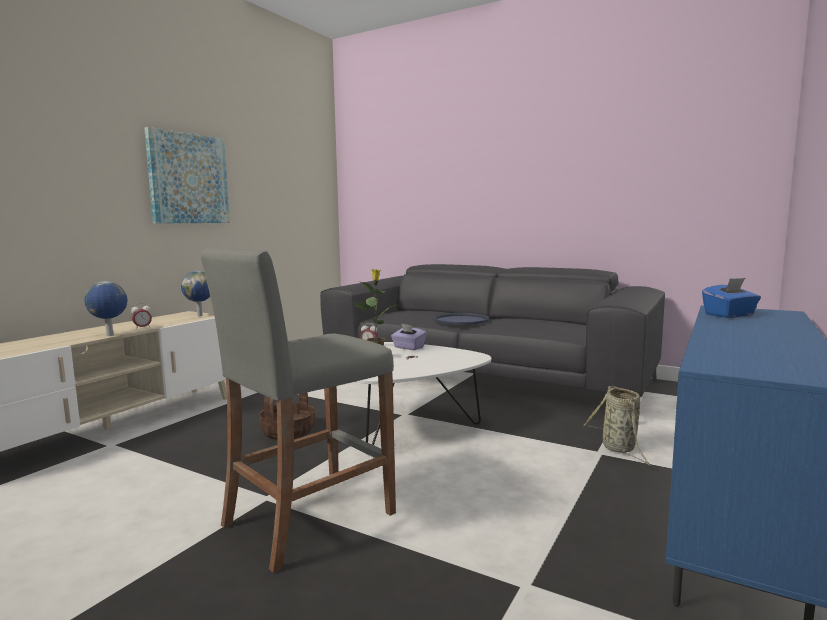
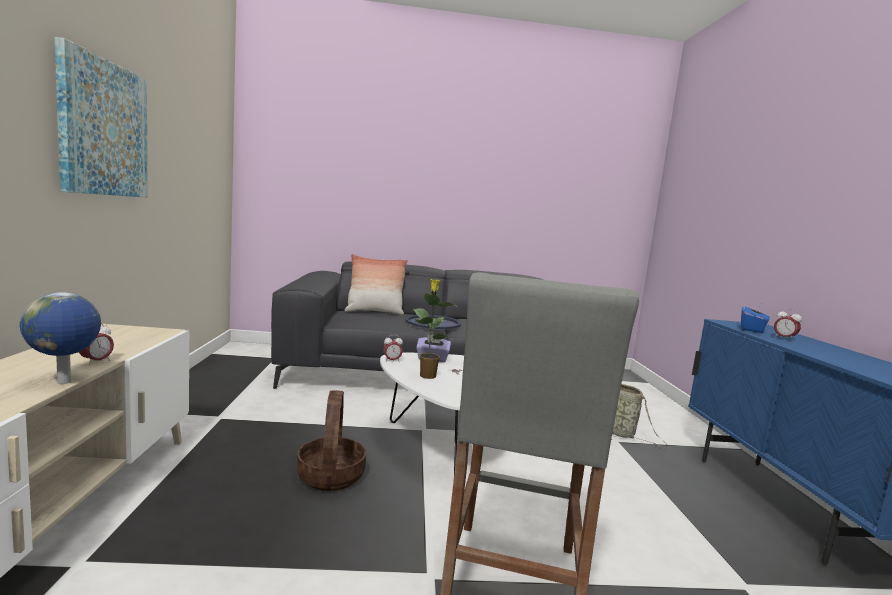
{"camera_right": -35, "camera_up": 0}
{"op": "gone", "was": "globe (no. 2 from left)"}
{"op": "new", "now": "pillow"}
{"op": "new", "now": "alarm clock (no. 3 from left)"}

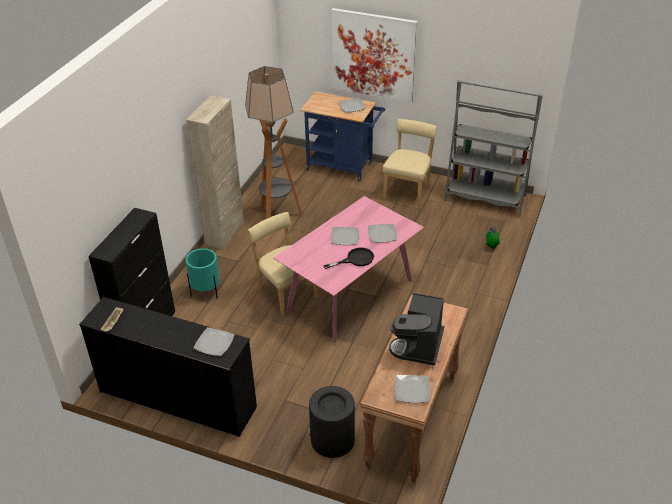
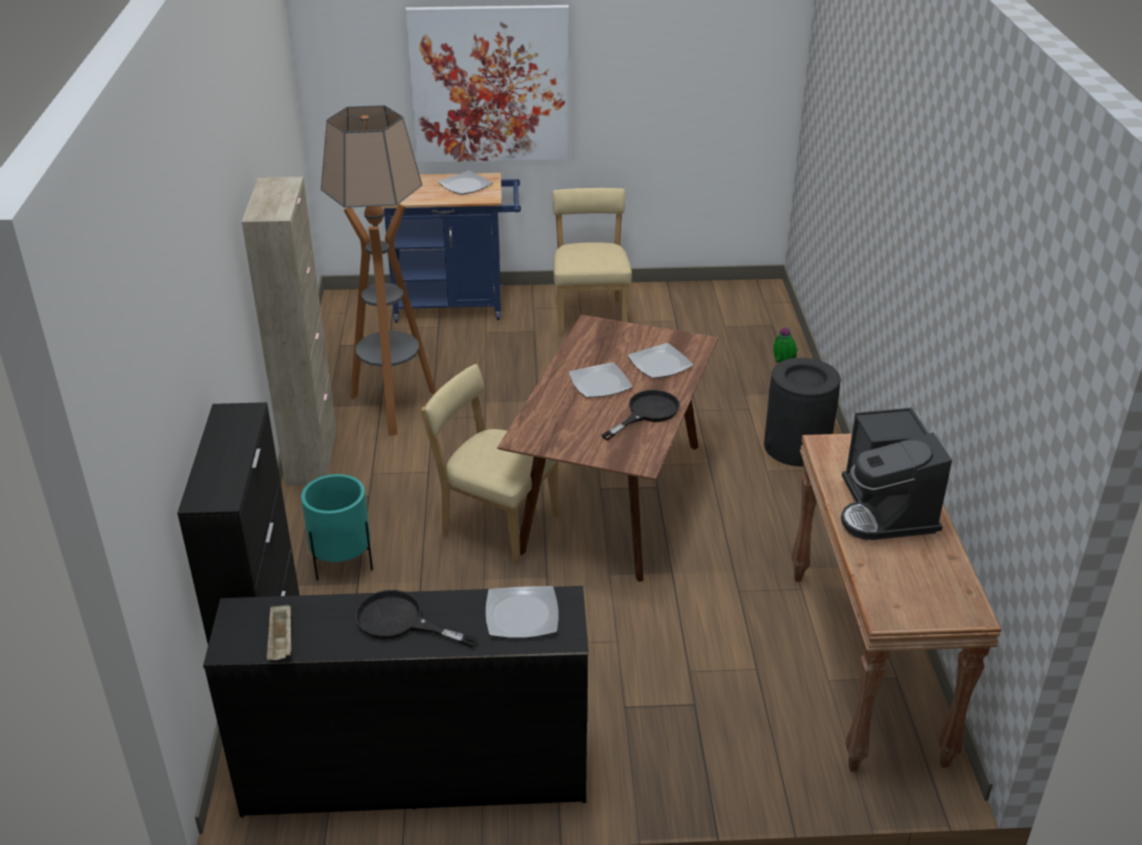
{"camera_right": -25, "camera_up": -5}
{"op": "repainted", "was": "pink dining table", "now": "brown dining table"}
{"op": "shifted", "was": "black trash can"}
{"op": "gone", "was": "plate (no. 5 from left)"}
{"op": "gone", "was": "grey bookcase"}
{"op": "new", "now": "black frying pan (no. 1 from left)"}

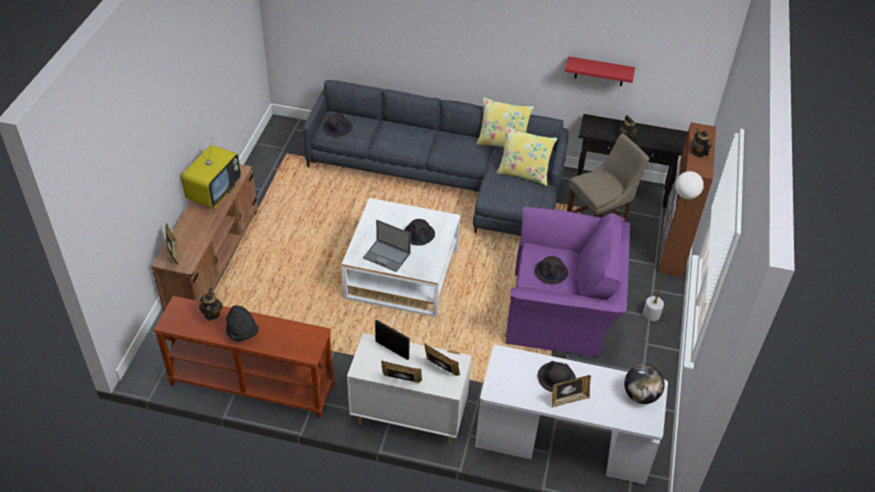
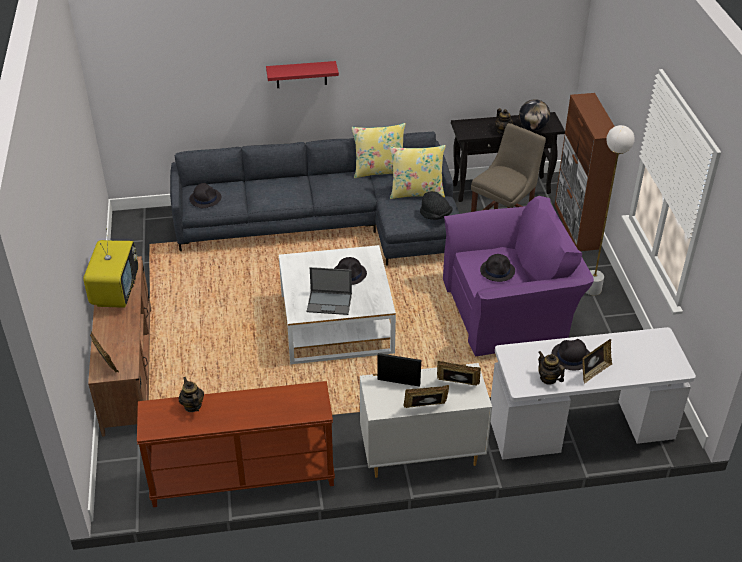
{"camera_right": -20, "camera_up": -5}
{"op": "shifted", "was": "black hat (no. 1 from left in the first image)", "now": "black hat (no. 3 from left)"}
{"op": "shifted", "was": "red shelf"}
{"op": "shifted", "was": "globe"}
{"op": "shifted", "was": "teapot (no. 3 from left)"}

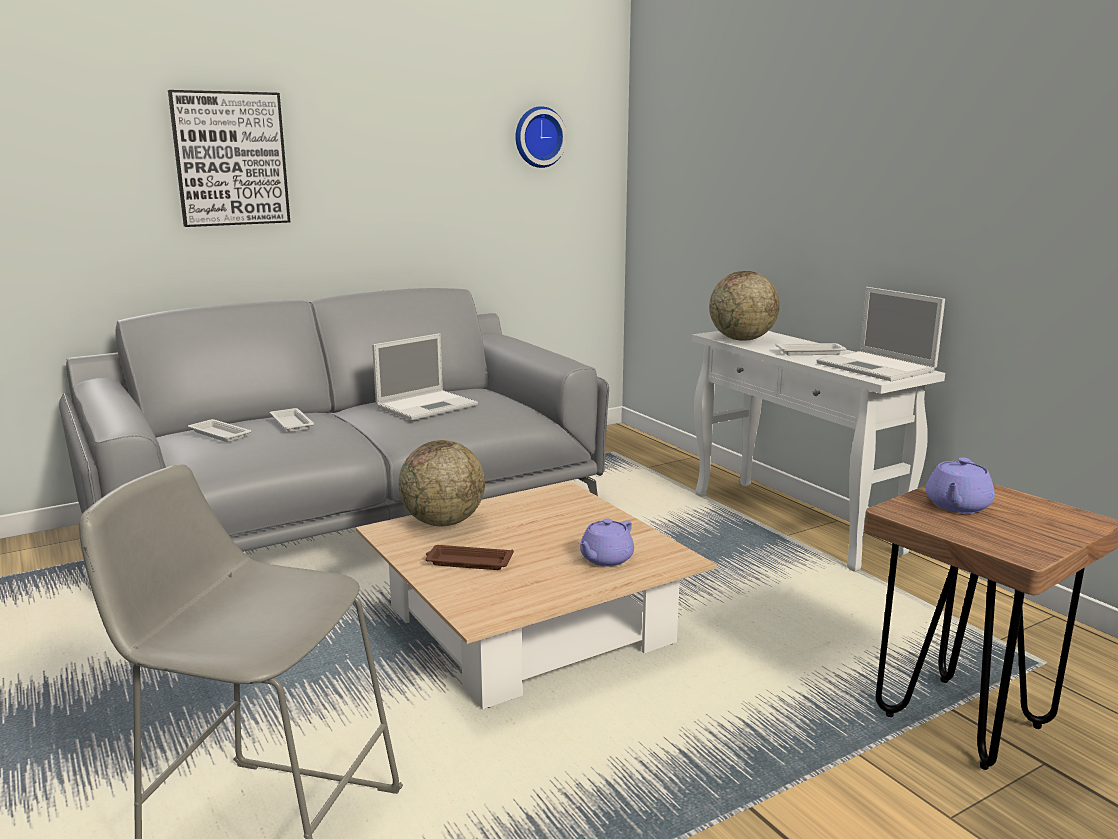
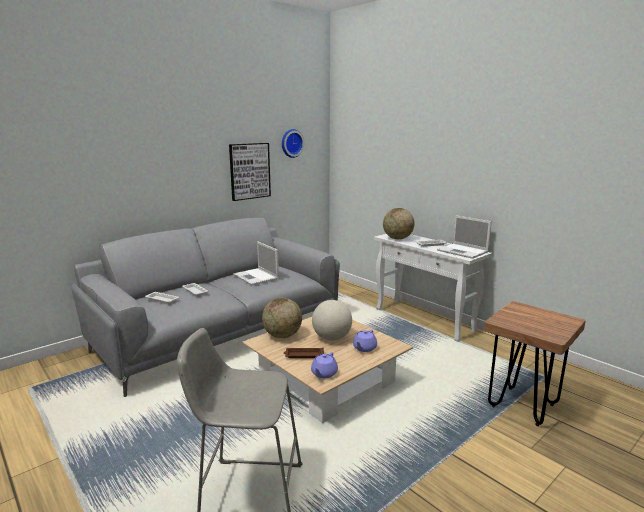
{"camera_right": -10, "camera_up": 0}
{"op": "shifted", "was": "picture"}
{"op": "rotated", "was": "laptop (no. 1 from left)", "clockwise": 105}
{"op": "shifted", "was": "purple teapot (no. 2 from left in the first image)", "now": "purple teapot (no. 1 from left)"}
{"op": "new", "now": "globe (no. 2 from left)"}

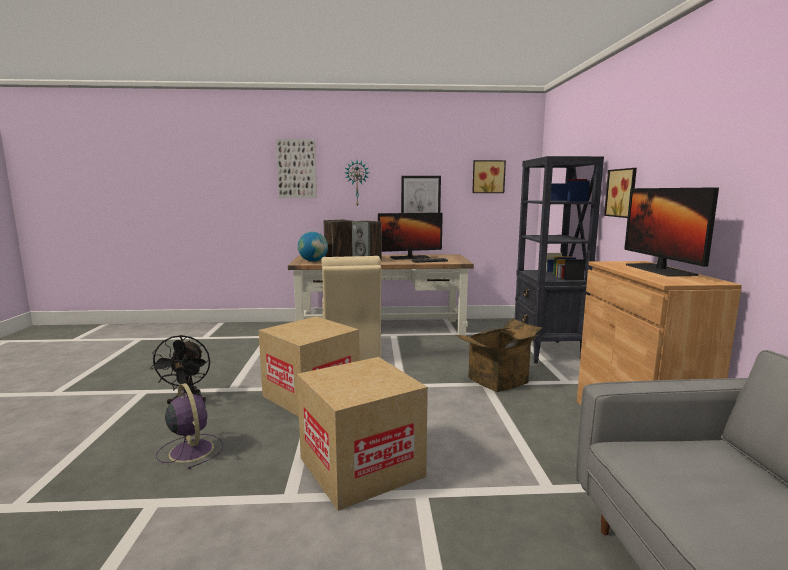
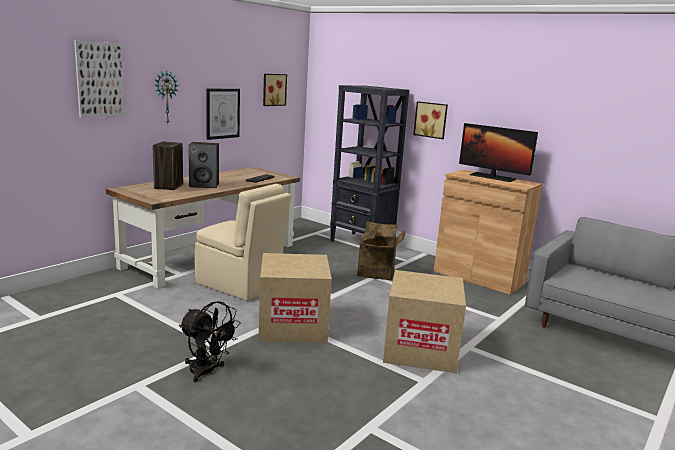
{"camera_right": -50, "camera_up": 5}
{"op": "gone", "was": "purple fan"}
{"op": "gone", "was": "globe"}
{"op": "gone", "was": "monitor (no. 1 from left)"}

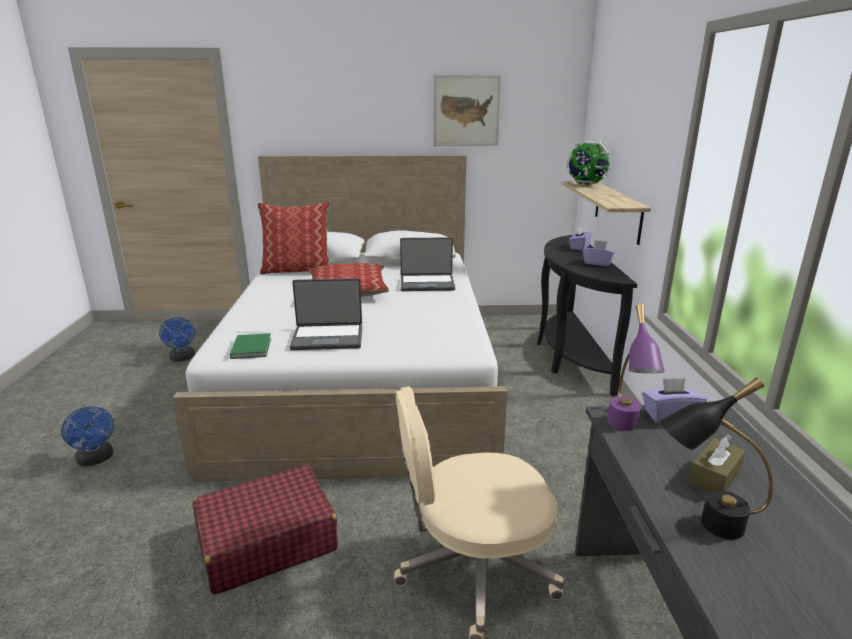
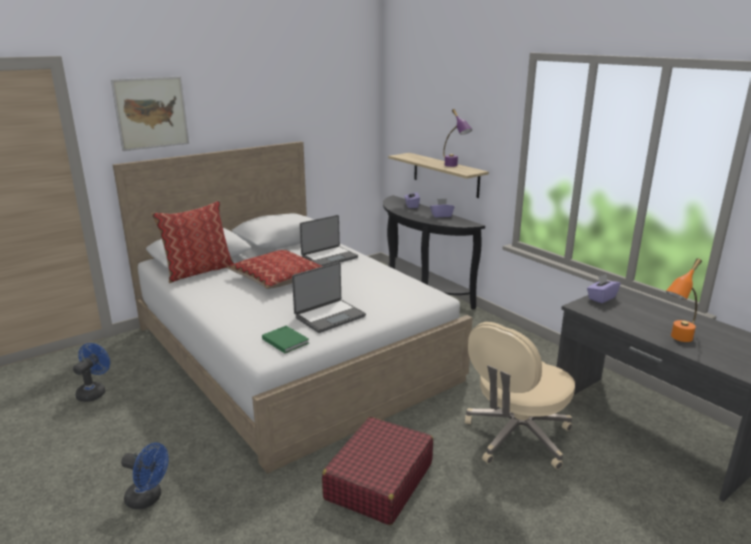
{"camera_right": -35, "camera_up": 0}
{"op": "rotated", "was": "blue fan (no. 2 from left in the first image)", "clockwise": -105}
{"op": "shifted", "was": "picture"}
{"op": "gone", "was": "globe"}
{"op": "shifted", "was": "purple table lamp"}
{"op": "repainted", "was": "black table lamp", "now": "orange table lamp"}
{"op": "gone", "was": "brown tissue box"}

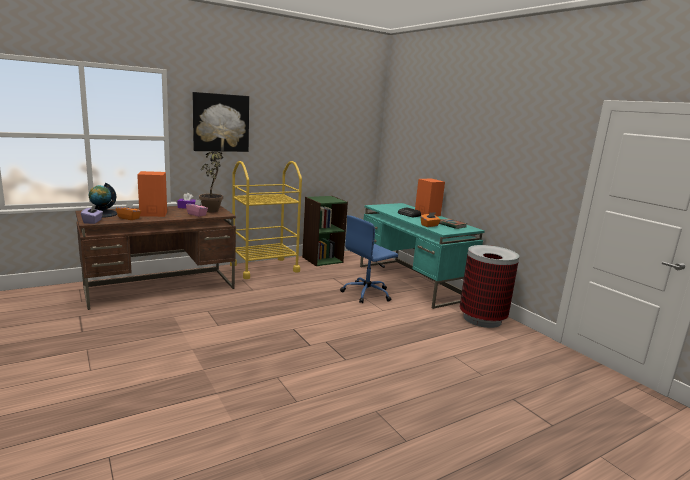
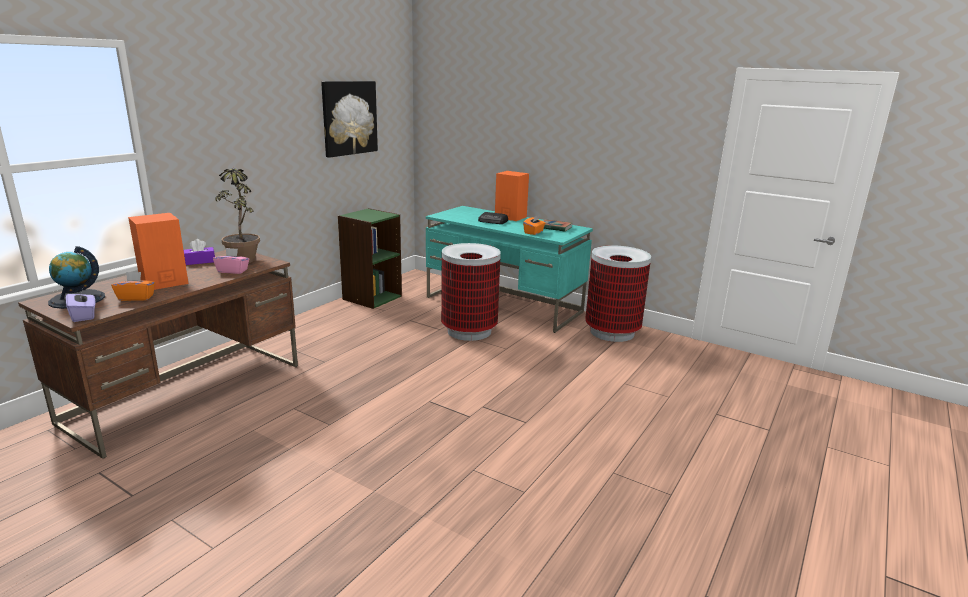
{"camera_right": -25, "camera_up": 5}
{"op": "shifted", "was": "picture"}
{"op": "gone", "was": "yellow cart"}
{"op": "swapped", "was": "blue office chair", "now": "trash can (no. 1 from left)"}

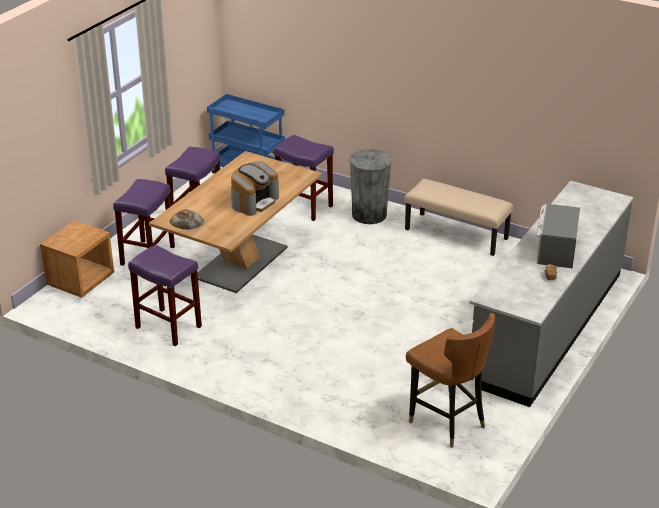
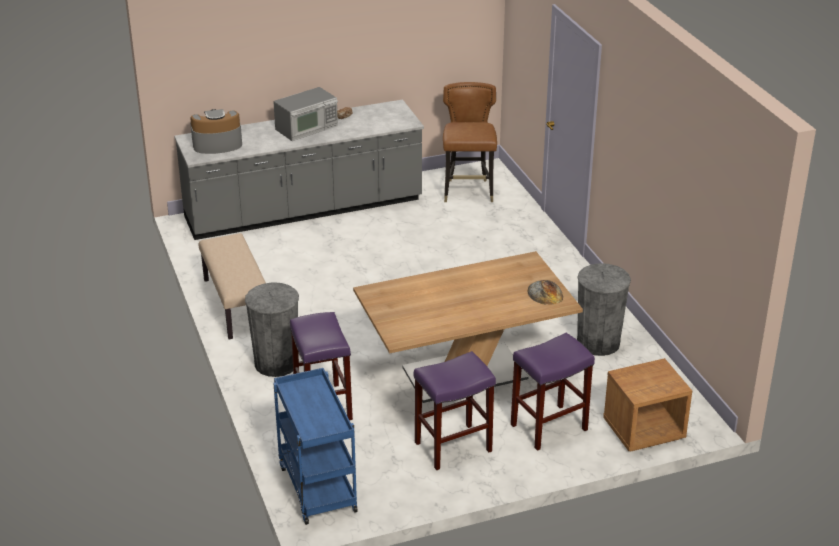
{"camera_right": -140, "camera_up": 0}
{"op": "swapped", "was": "purple stool (no. 2 from left)", "now": "grey trash can (no. 2 from left)"}
{"op": "shifted", "was": "coffee machine"}

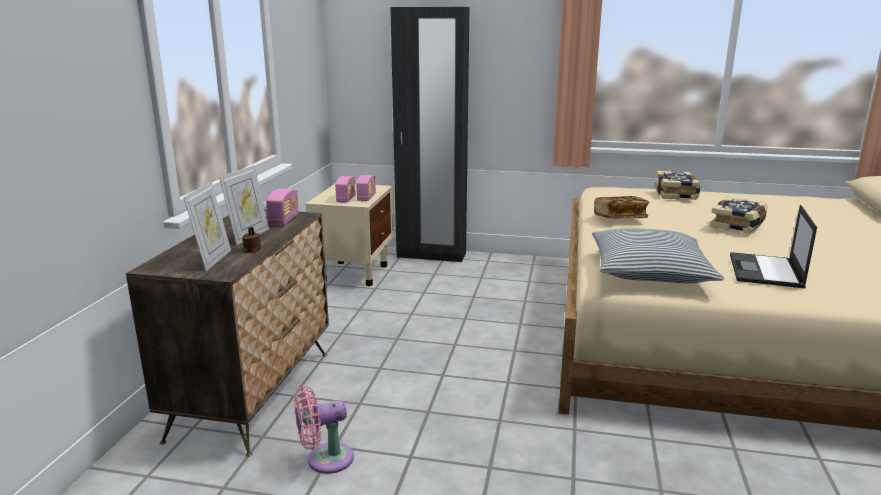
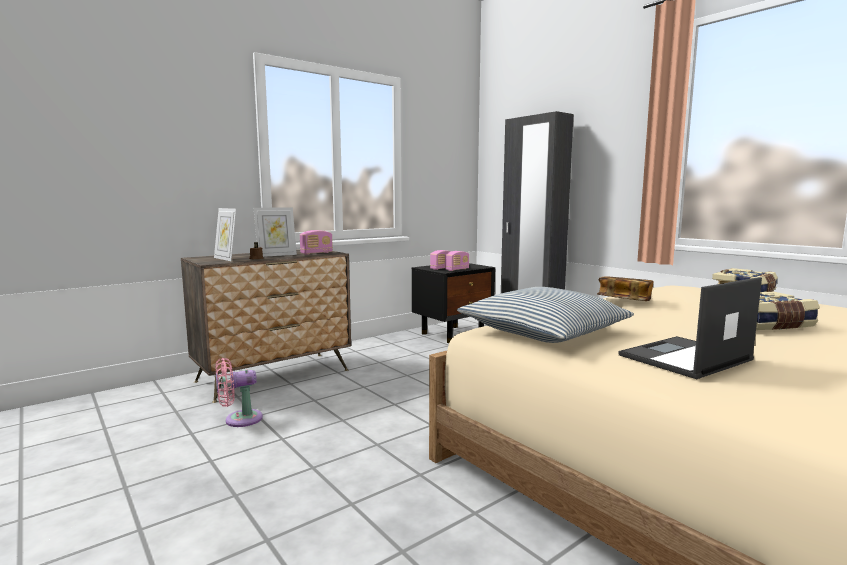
{"camera_right": 40, "camera_up": -10}
{"op": "rotated", "was": "picture frame (no. 1 from left)", "clockwise": 90}
{"op": "rotated", "was": "pink fan", "clockwise": -45}
{"op": "repainted", "was": "beige nightstand", "now": "black nightstand"}

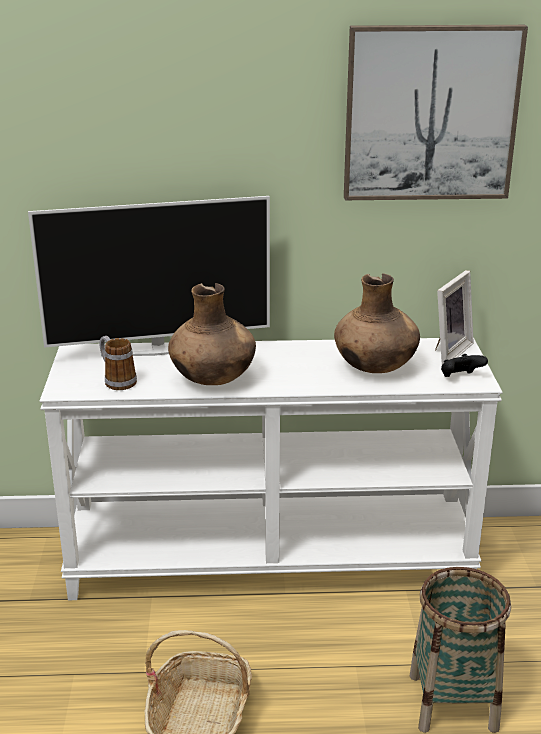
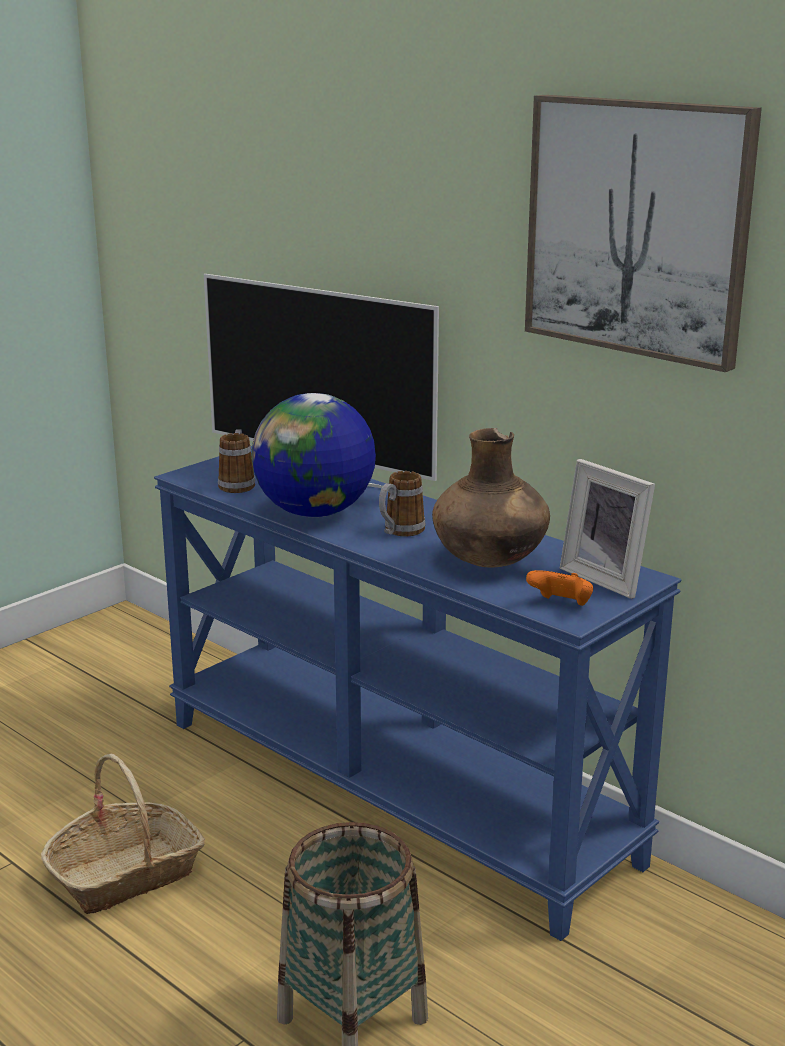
{"camera_right": 45, "camera_up": -5}
{"op": "repainted", "was": "white console table", "now": "blue console table"}
{"op": "swapped", "was": "brown vase (no. 1 from left)", "now": "globe"}
{"op": "rotated", "was": "picture frame", "clockwise": 60}
{"op": "repainted", "was": "black game controller", "now": "orange game controller"}
{"op": "new", "now": "mug (no. 2 from left)"}

